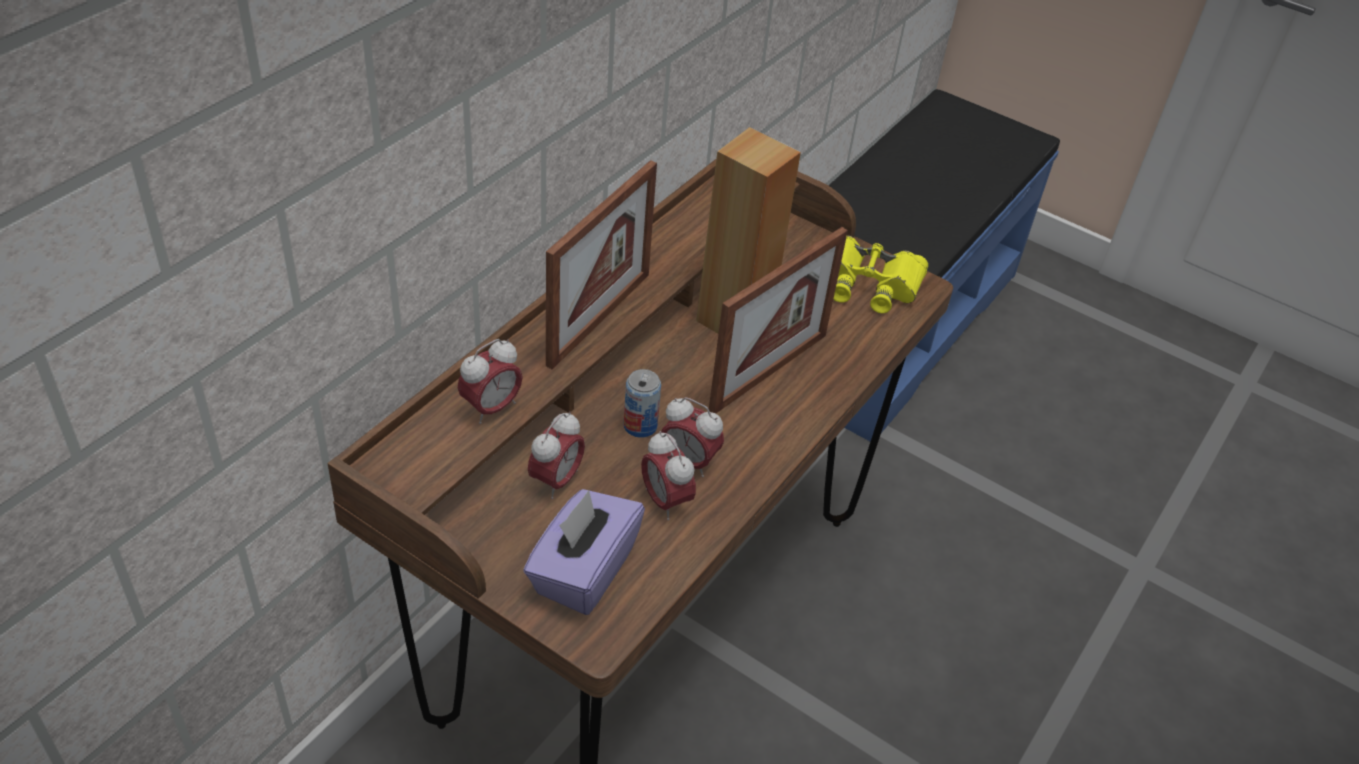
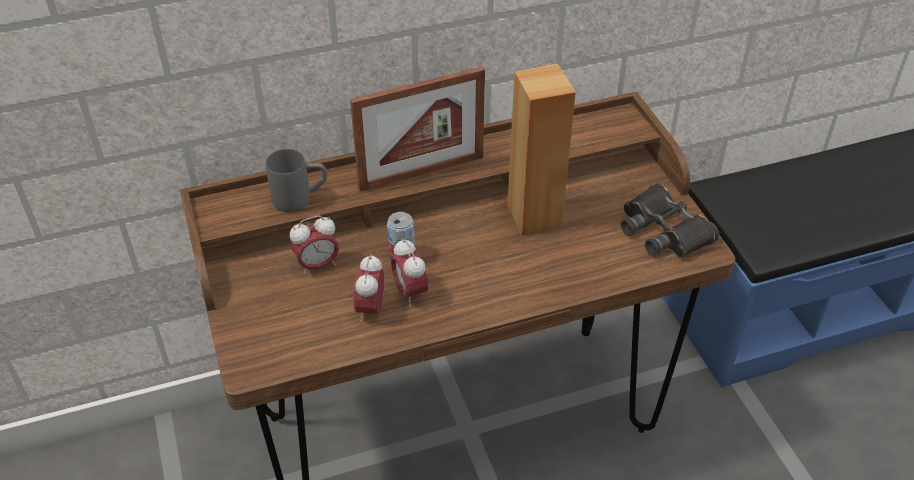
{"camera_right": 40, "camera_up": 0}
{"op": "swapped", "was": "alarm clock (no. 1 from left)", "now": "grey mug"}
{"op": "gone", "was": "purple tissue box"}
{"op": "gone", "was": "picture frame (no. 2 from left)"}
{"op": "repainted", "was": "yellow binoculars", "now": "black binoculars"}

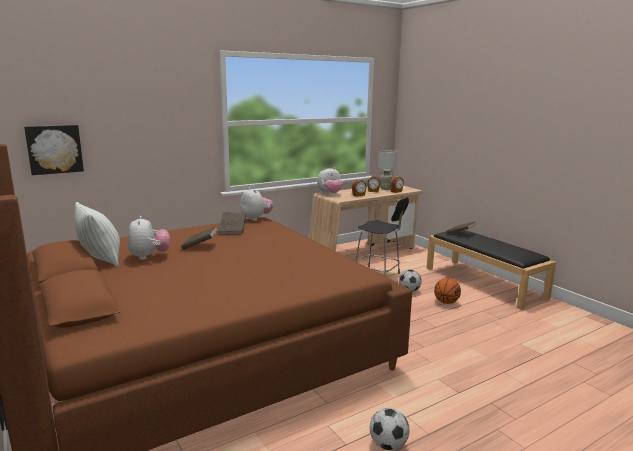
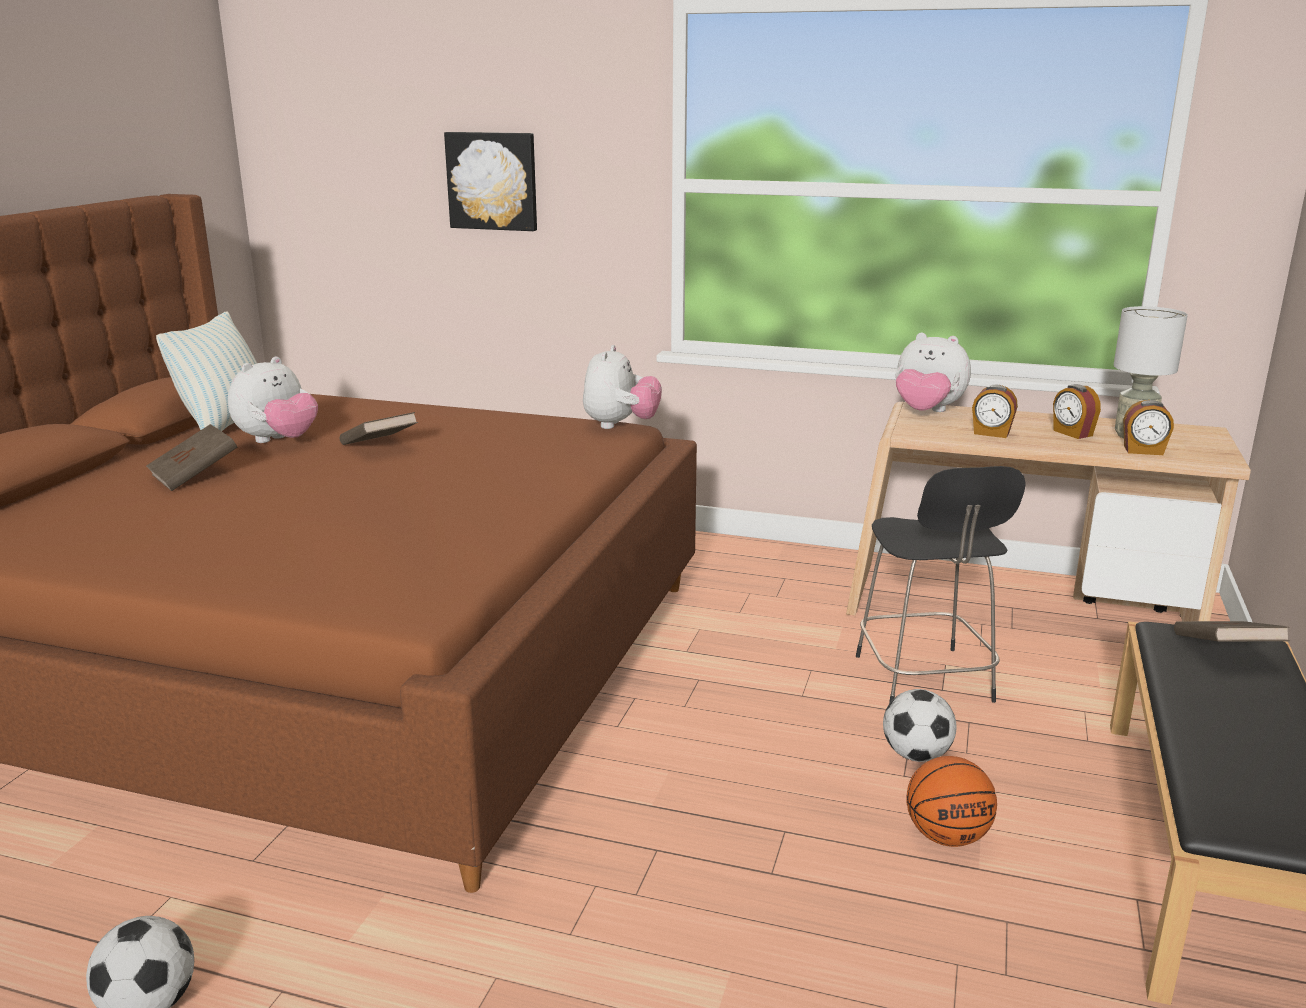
{"camera_right": 50, "camera_up": 5}
{"op": "shifted", "was": "picture"}
{"op": "shifted", "was": "brown book (no. 2 from left in the first image)", "now": "brown book (no. 1 from left)"}

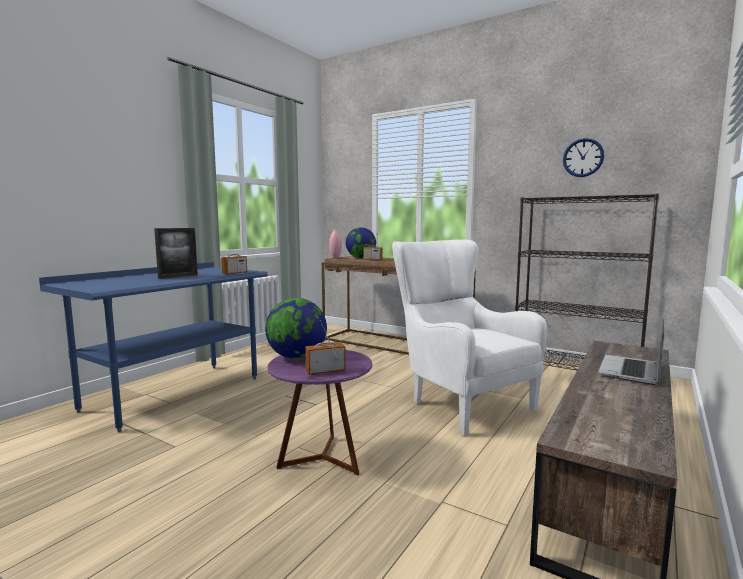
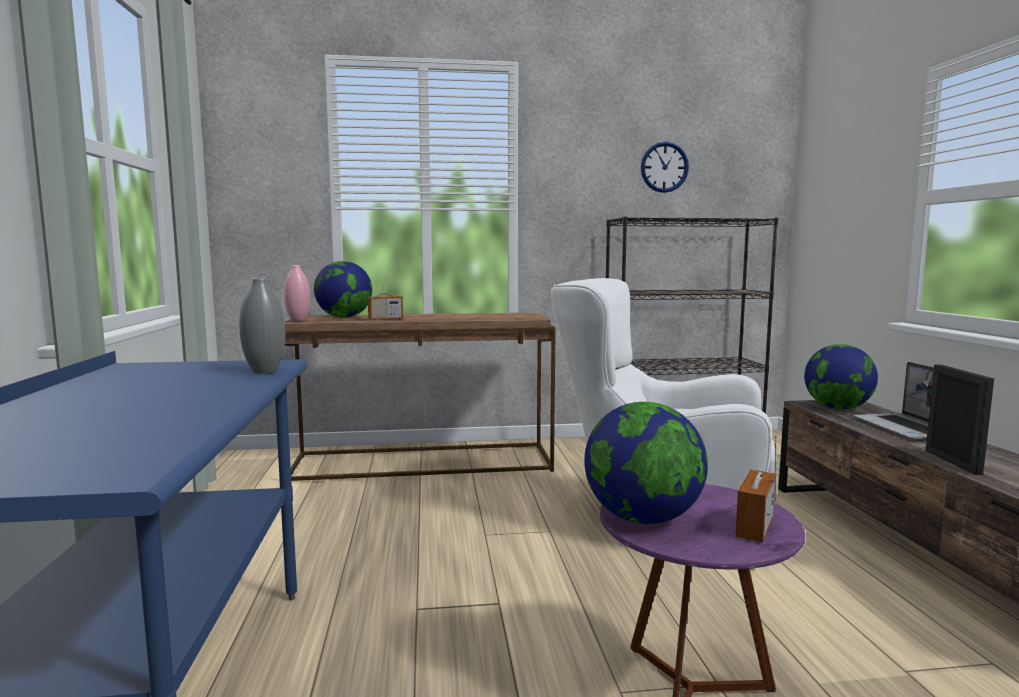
{"camera_right": -40, "camera_up": 0}
{"op": "shifted", "was": "picture frame"}
{"op": "swapped", "was": "radio (no. 1 from left)", "now": "grey vase"}
{"op": "new", "now": "globe (no. 3 from left)"}

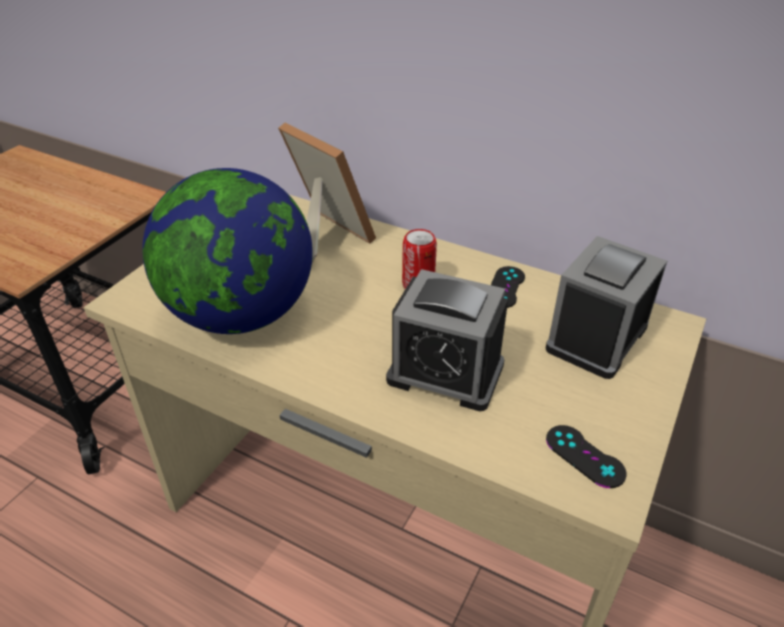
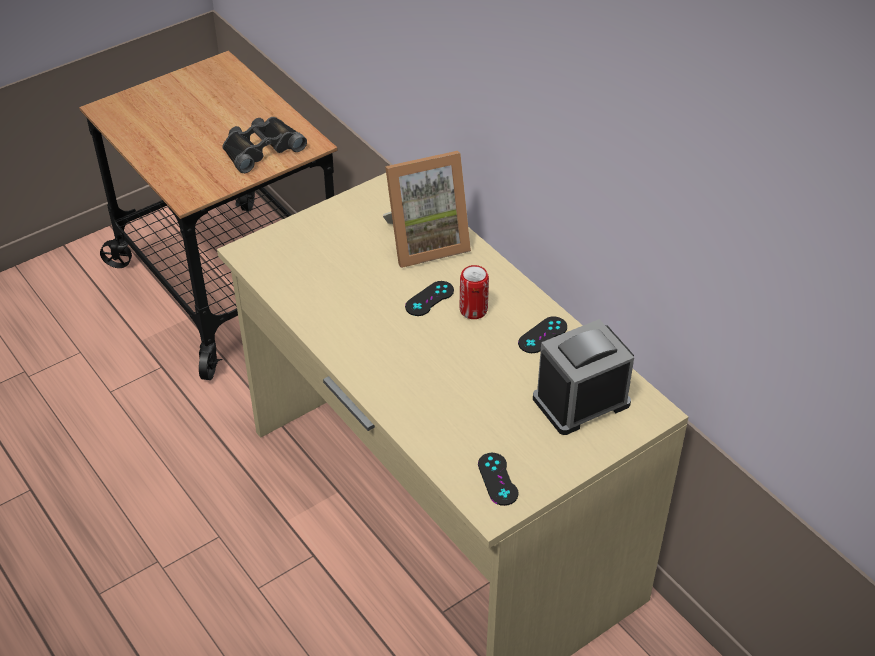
{"camera_right": 25, "camera_up": 5}
{"op": "gone", "was": "globe"}
{"op": "rotated", "was": "picture frame", "clockwise": 90}
{"op": "gone", "was": "alarm clock (no. 1 from left)"}
{"op": "new", "now": "black binoculars"}
{"op": "new", "now": "black game controller (no. 1 from left)"}

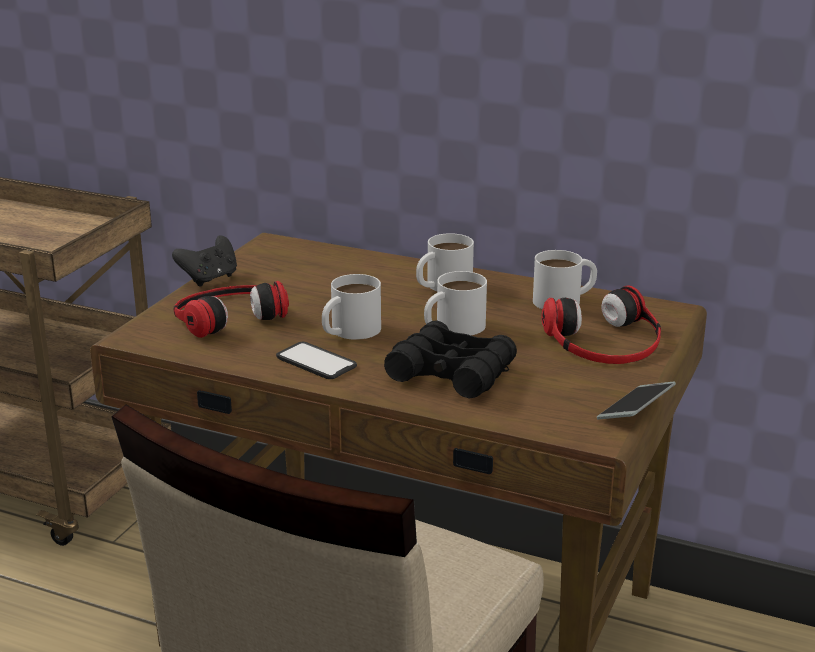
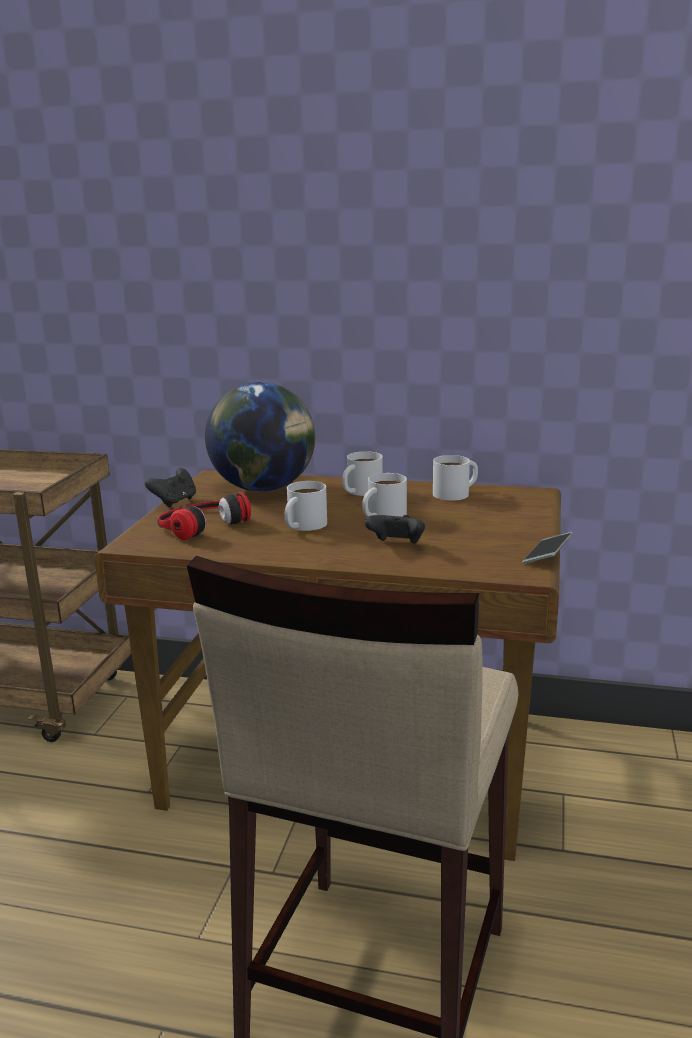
{"camera_right": -10, "camera_up": -5}
{"op": "gone", "was": "phone (no. 1 from left)"}
{"op": "swapped", "was": "black binoculars", "now": "black game controller (no. 2 from left)"}
{"op": "gone", "was": "headphones (no. 2 from left)"}
{"op": "new", "now": "globe"}

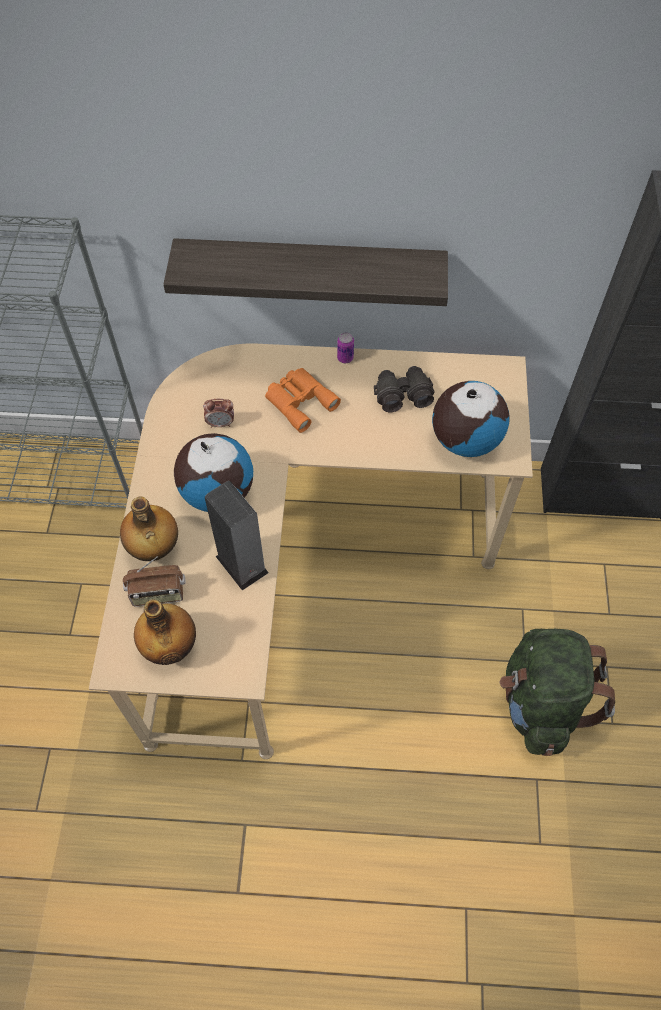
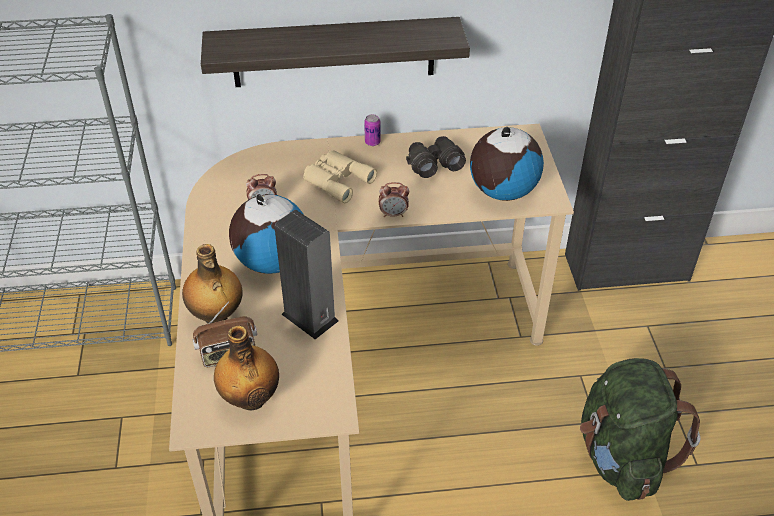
{"camera_right": -10, "camera_up": -15}
{"op": "repainted", "was": "orange binoculars", "now": "beige binoculars"}
{"op": "new", "now": "alarm clock (no. 2 from left)"}

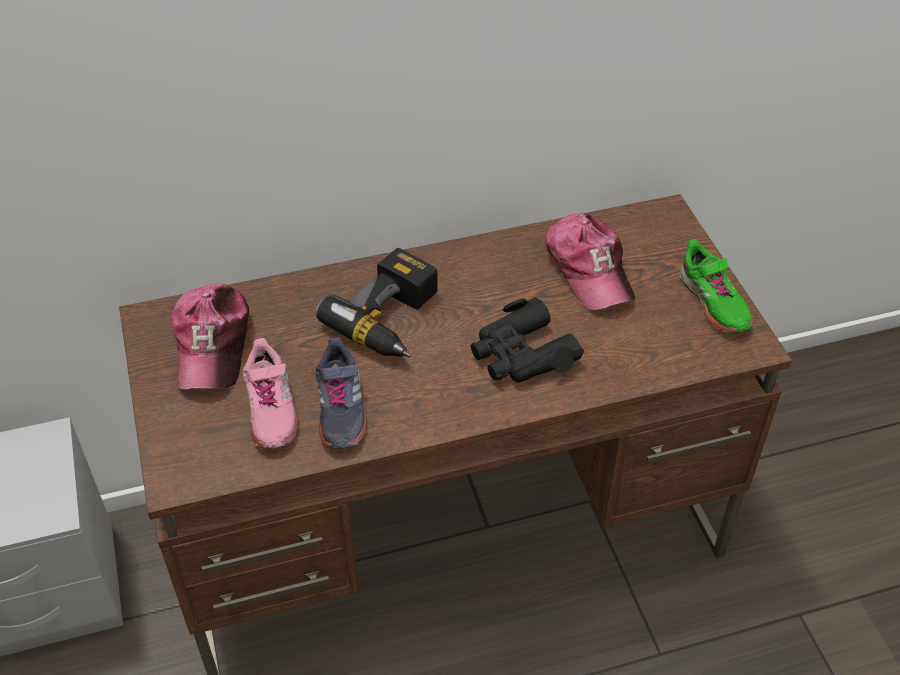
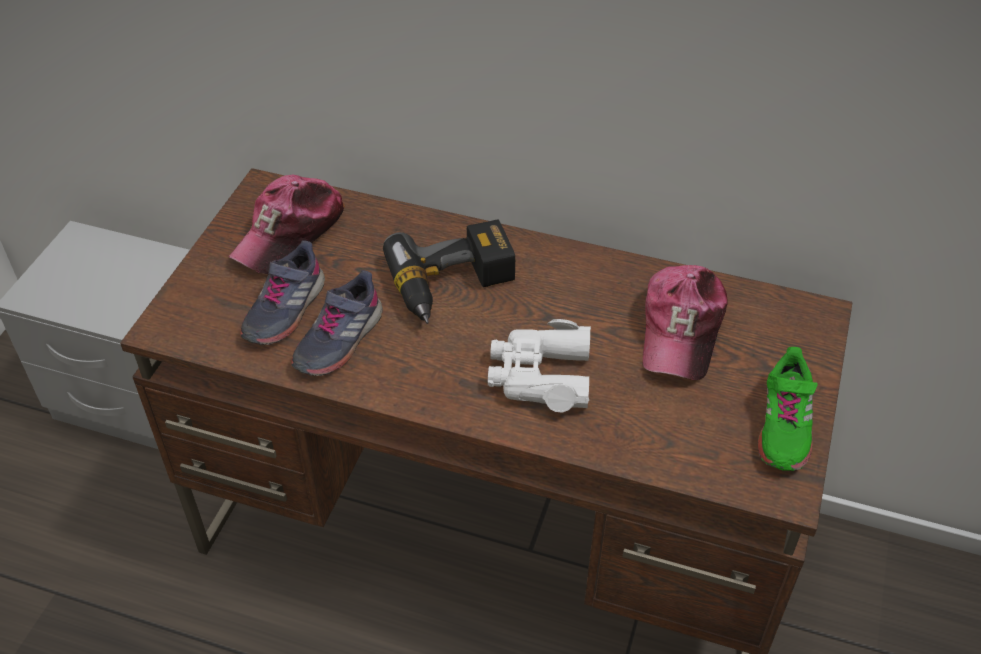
{"camera_right": 35, "camera_up": 0}
{"op": "repainted", "was": "pink shoe", "now": "grey shoe (no. 1 from left)"}
{"op": "repainted", "was": "black binoculars", "now": "white binoculars"}

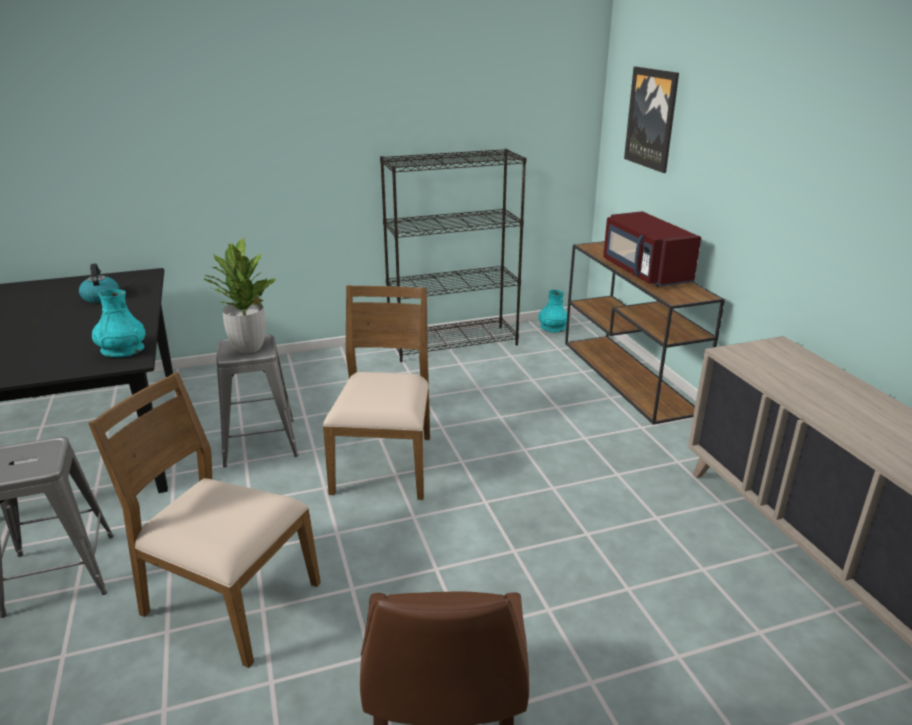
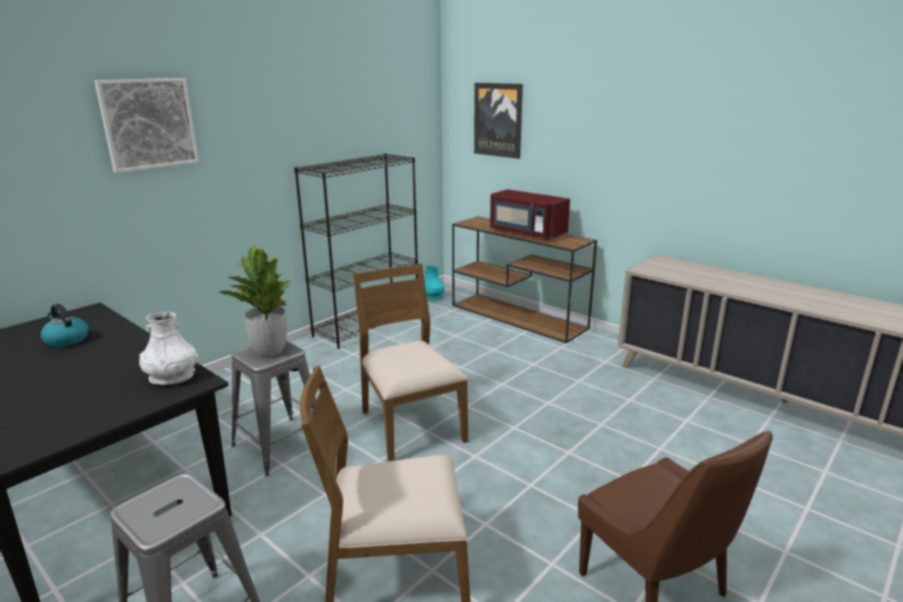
{"camera_right": -30, "camera_up": -5}
{"op": "repainted", "was": "turquoise vase (no. 1 from left)", "now": "white vase"}
{"op": "new", "now": "picture (no. 1 from left)"}

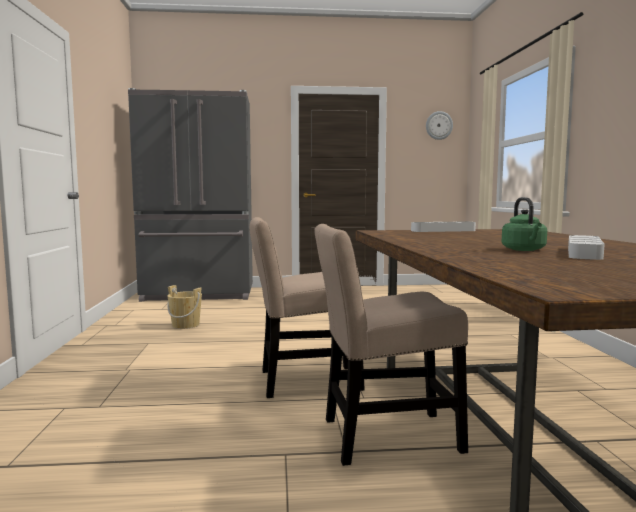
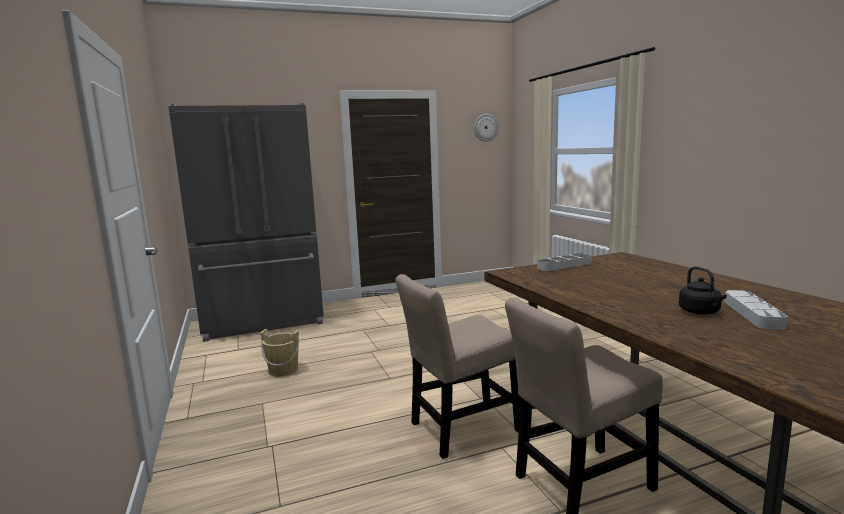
{"camera_right": -15, "camera_up": 5}
{"op": "repainted", "was": "green kettle", "now": "black kettle"}

